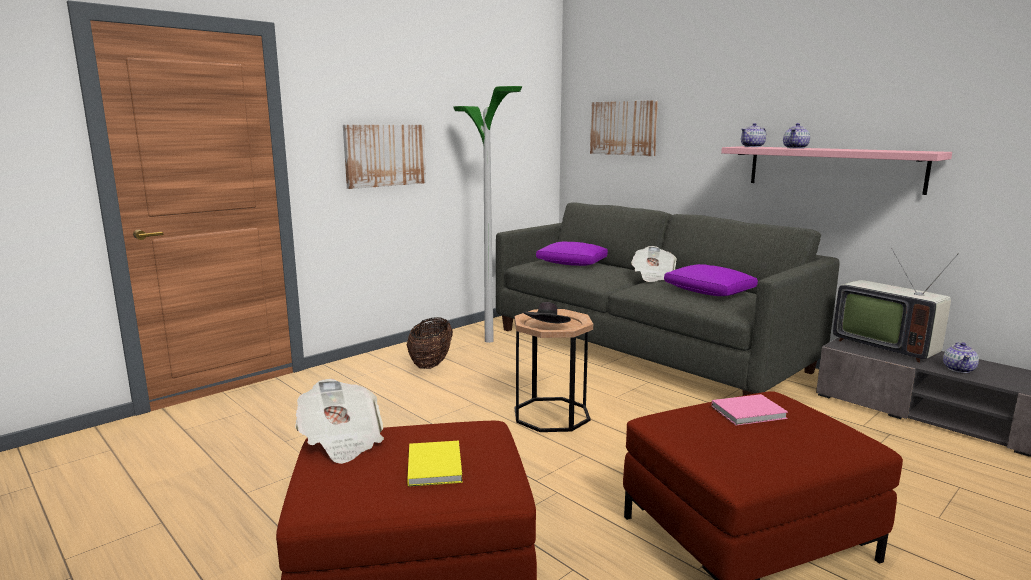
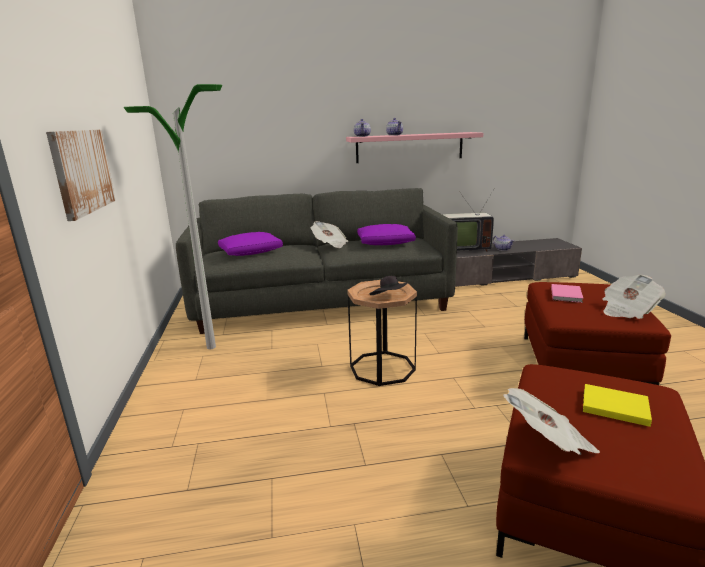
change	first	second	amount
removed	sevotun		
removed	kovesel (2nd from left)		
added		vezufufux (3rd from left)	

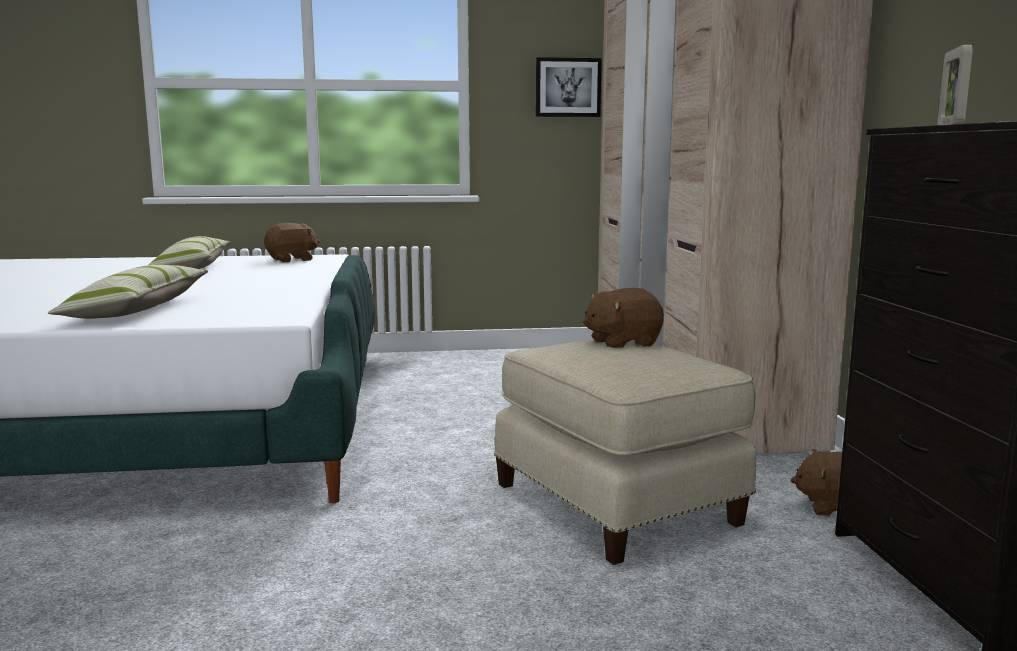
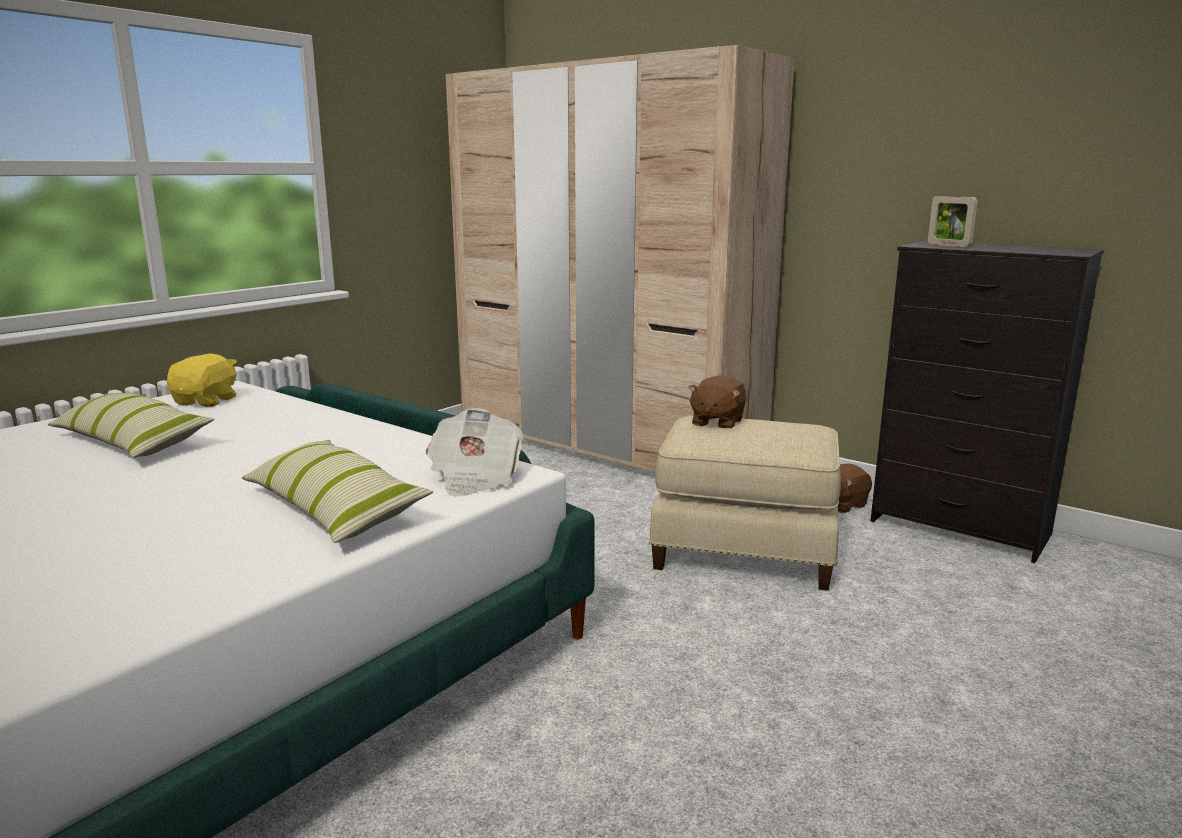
change	first	second	amount
removed	kovesel		
added		vezufufux	
recoloured	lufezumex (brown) (1st from left)	lufezumex (yellow)	

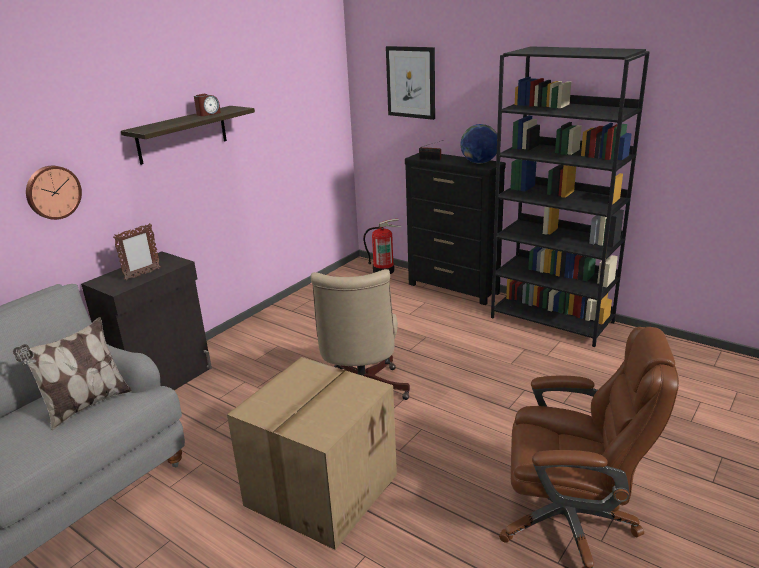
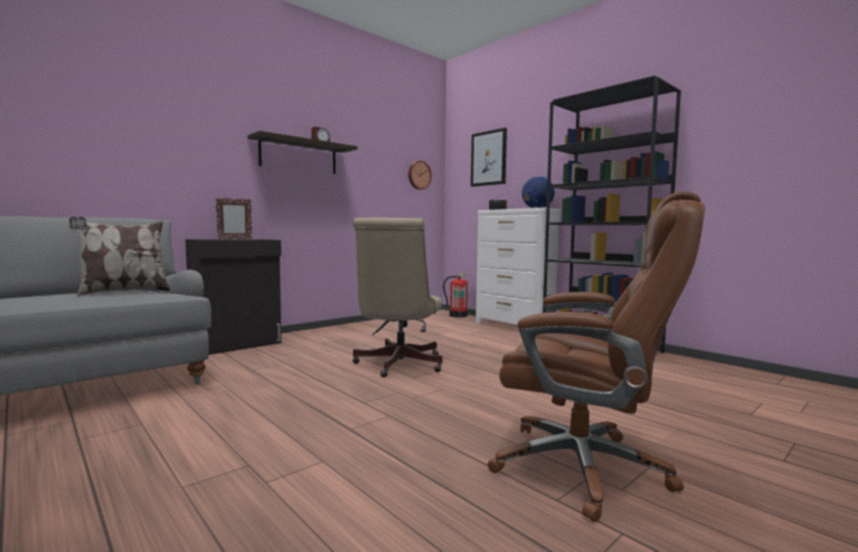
change	first	second	amount
removed	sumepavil		
moved	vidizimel		
recoloured	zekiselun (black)	zekiselun (white)	

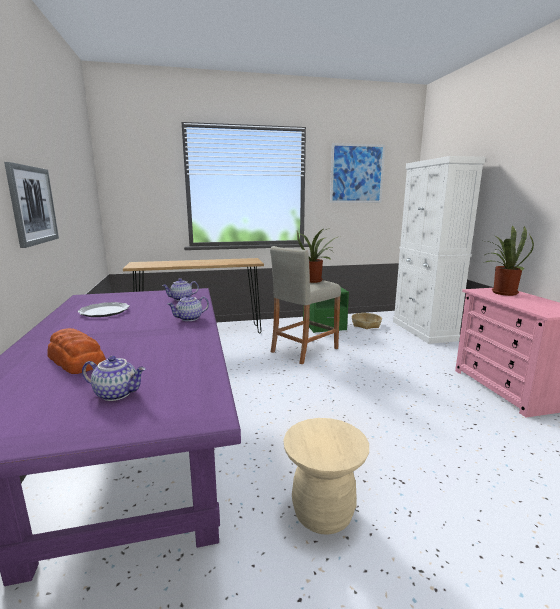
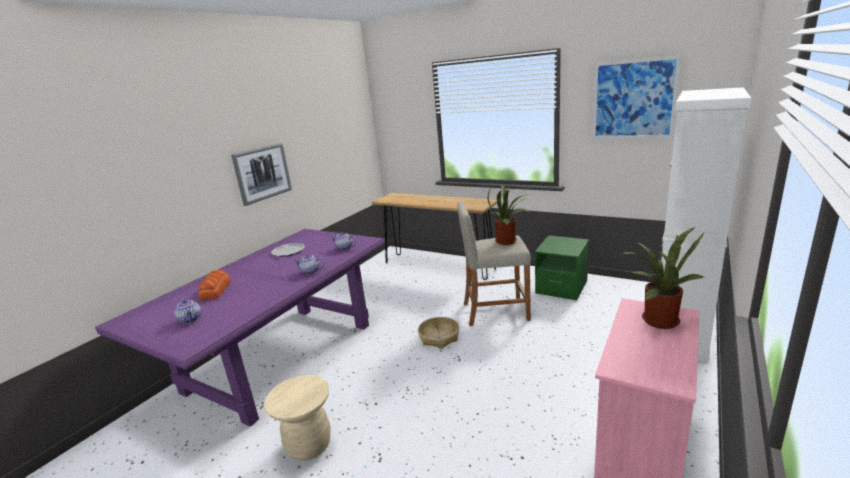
change	first	second	amount
moved	sevotun		

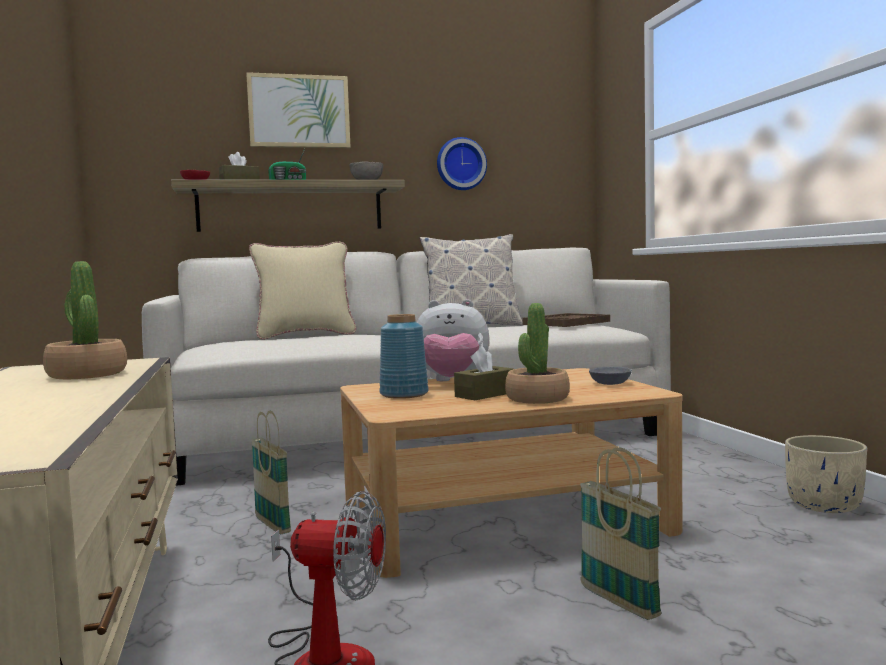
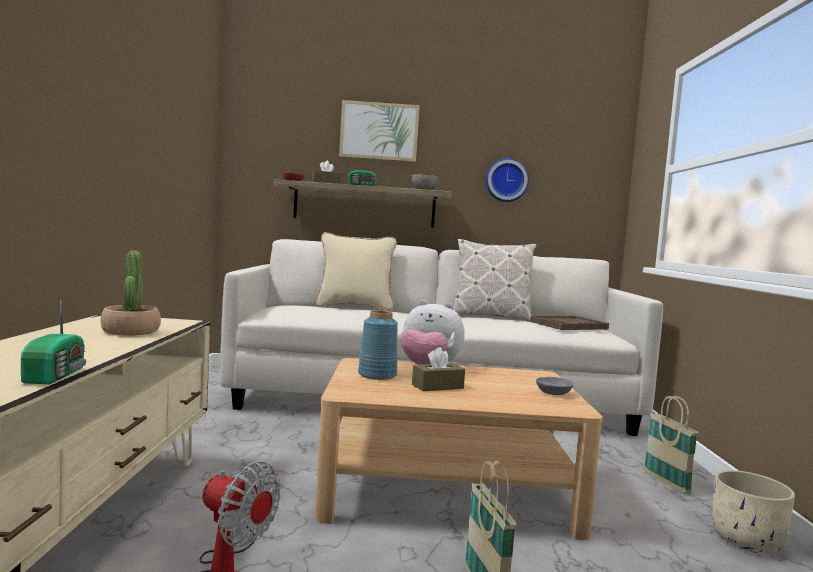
change	first	second	amount
removed	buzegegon (2nd from left)		
added		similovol (1st from left)	
moved	sevotun (1st from left in the first image)	sevotun (2nd from left)	

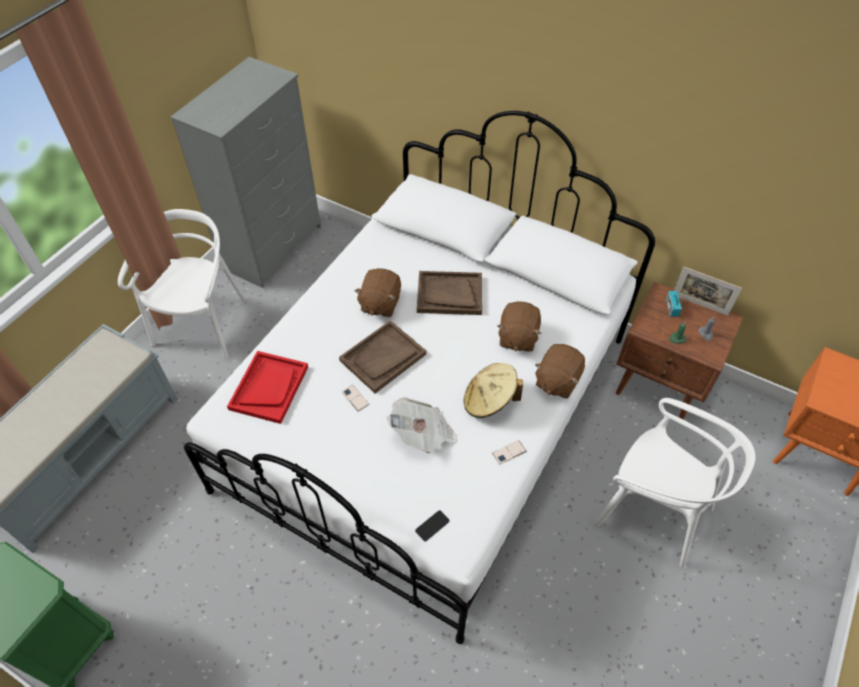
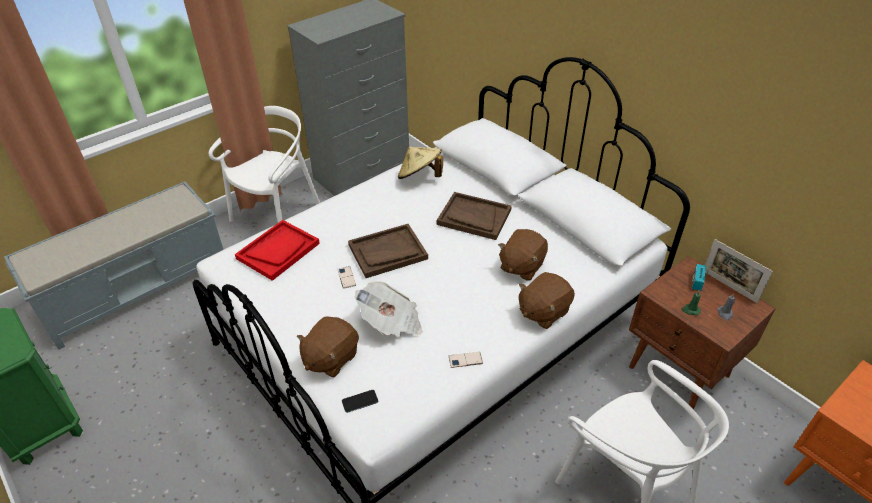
change	first	second	amount
moved	lufezumex (brown) (1st from left)		
moved	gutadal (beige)		

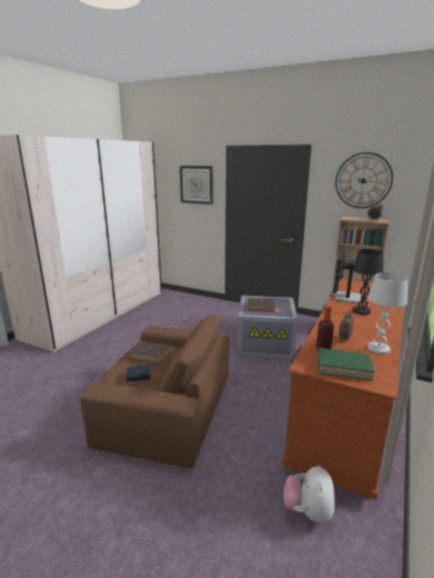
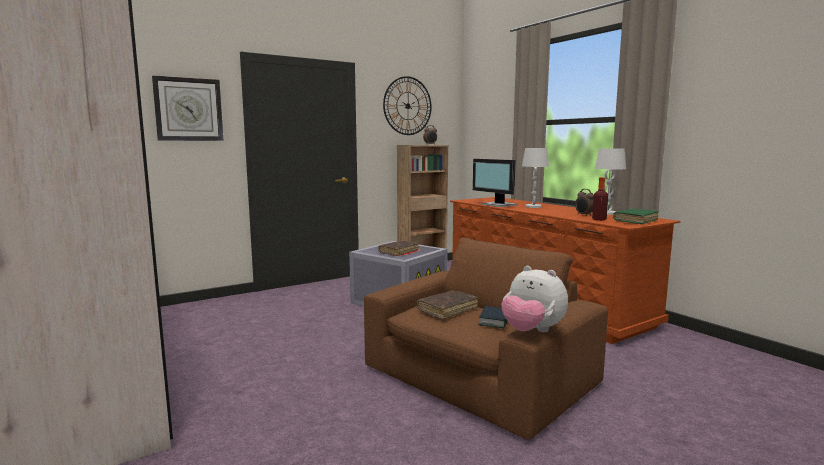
change	first	second	amount
moved	lufezumex		
recoloured	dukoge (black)	dukoge (white) (1st from left)	

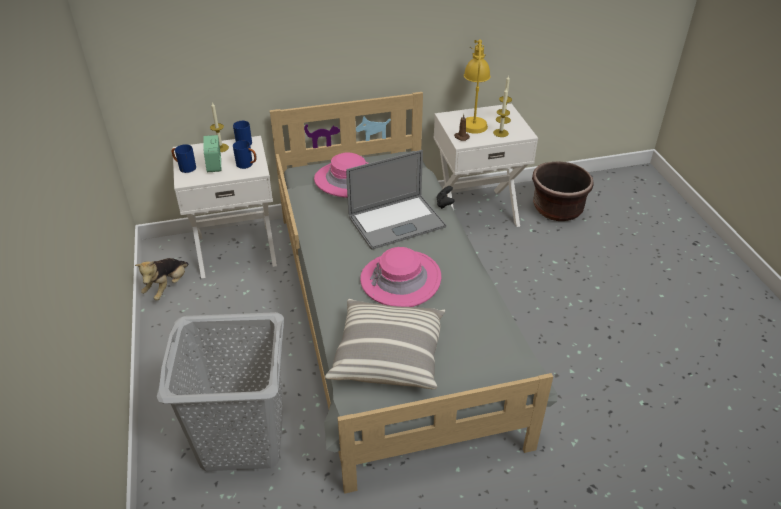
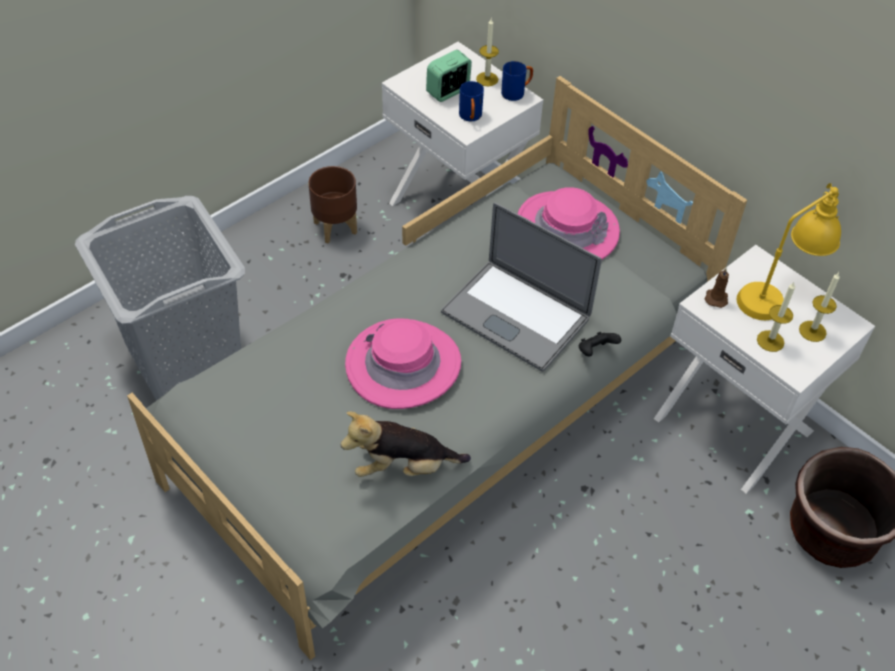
change	first	second	amount
removed	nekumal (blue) (1st from left)		
removed	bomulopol		
added		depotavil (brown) (1st from left)	
moved	lufezumex		

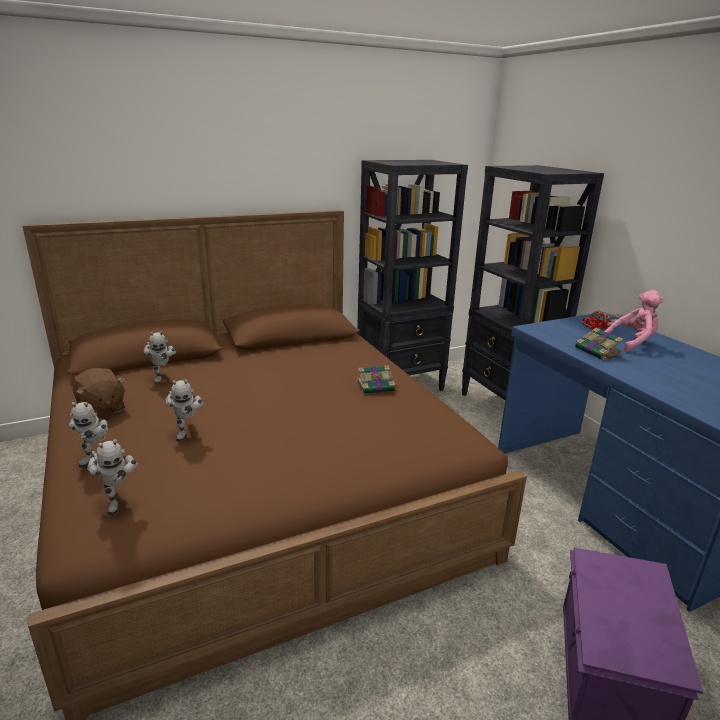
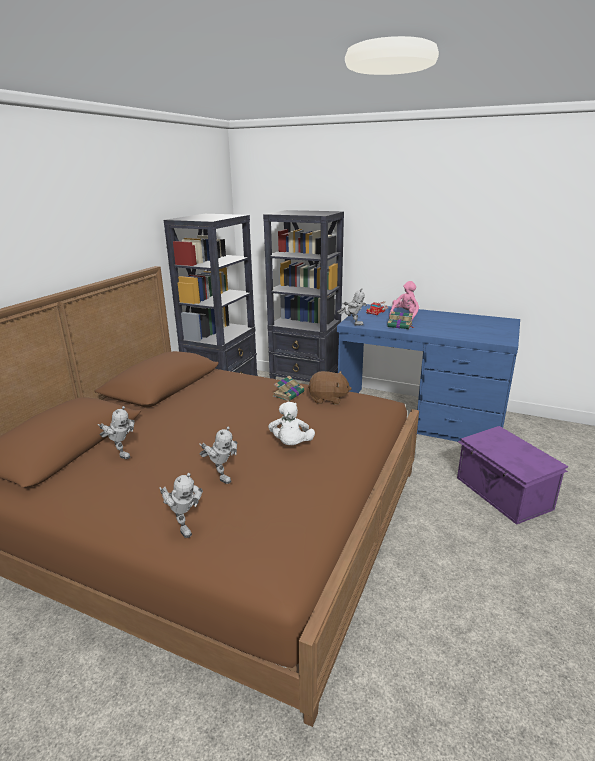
change	first	second	amount
added		lufezumex (white)	
moved	lufezumex (brown)		
moved	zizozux (2nd from left in the first image)	zizozux (4th from left)	

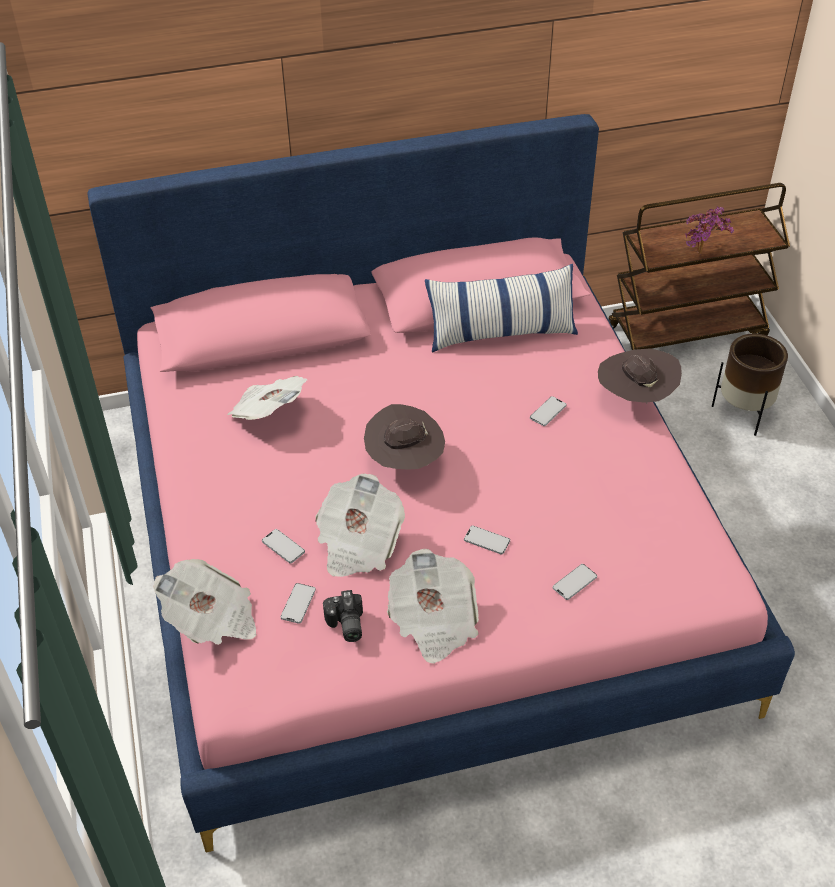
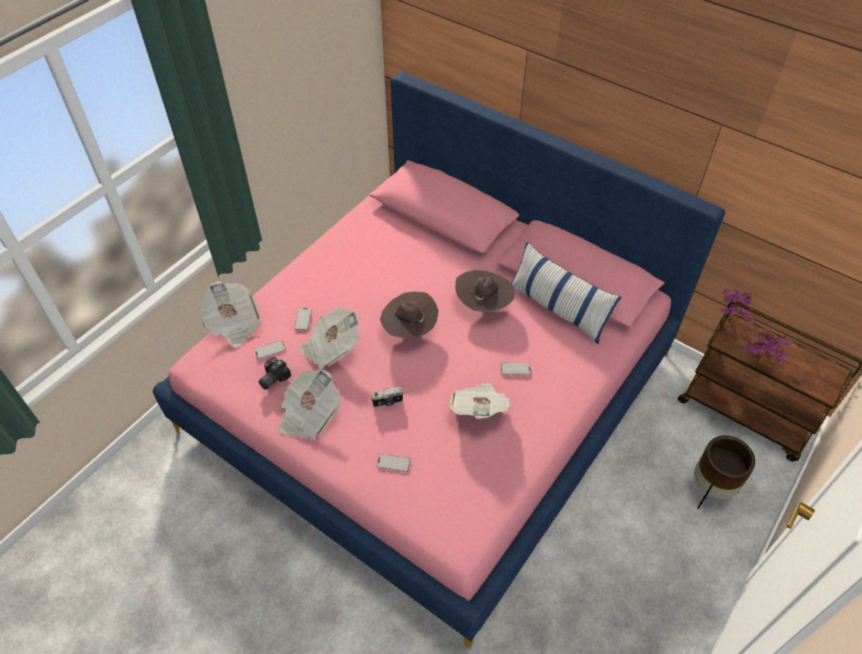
change	first	second	amount
added		buzegegon (1st from left)	
moved	vezufufux (2nd from left in the first image)	vezufufux (4th from left)	
moved	gutadal (brown) (2nd from left)		
replaced	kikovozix (3rd from left)	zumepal (2nd from left)	

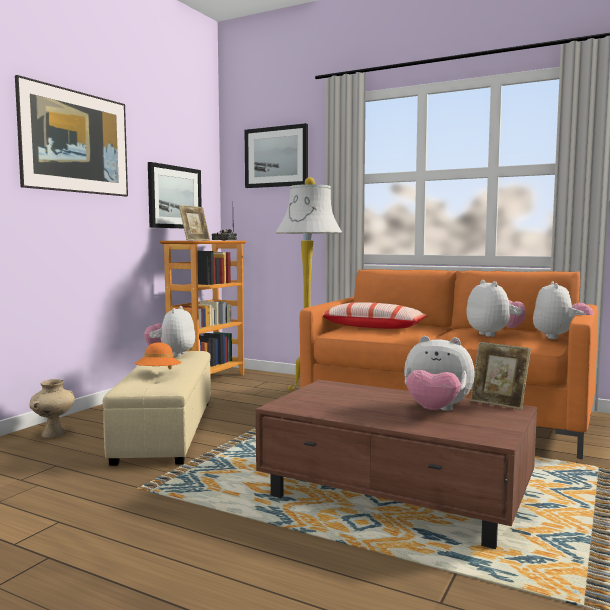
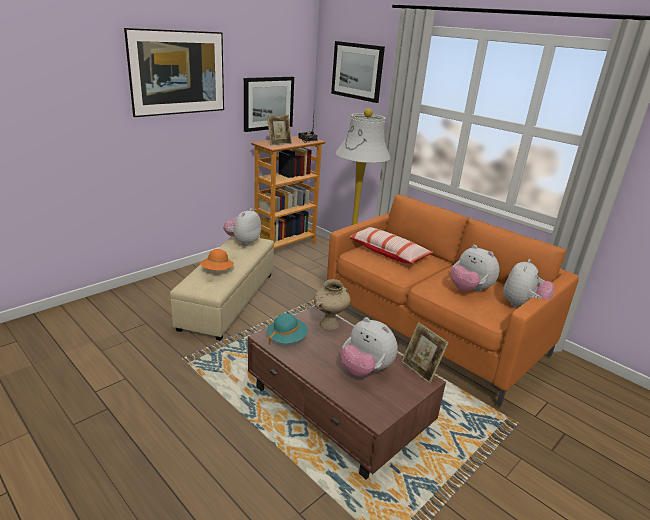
change	first	second	amount
added		gutadal (turquoise)	
moved	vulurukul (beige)		
turned	lufezumex (3rd from left)		135 degrees clockwise

